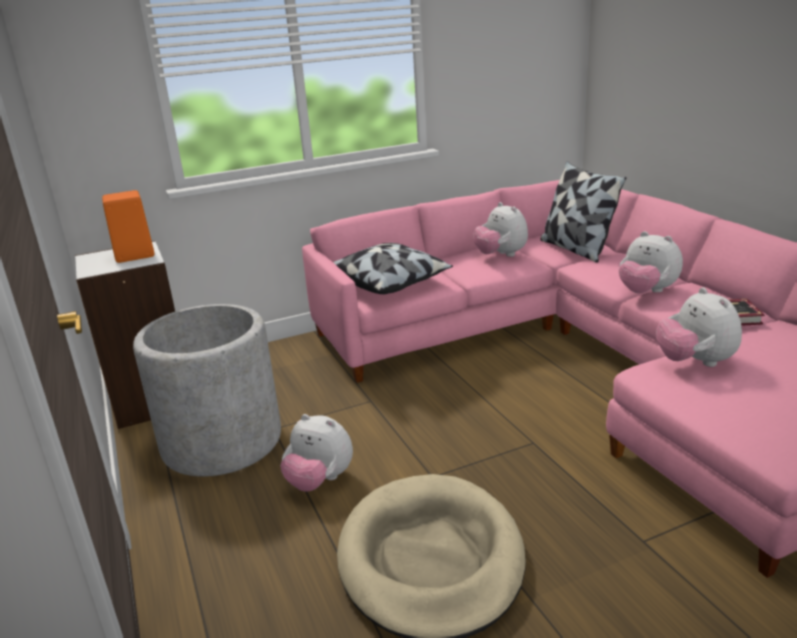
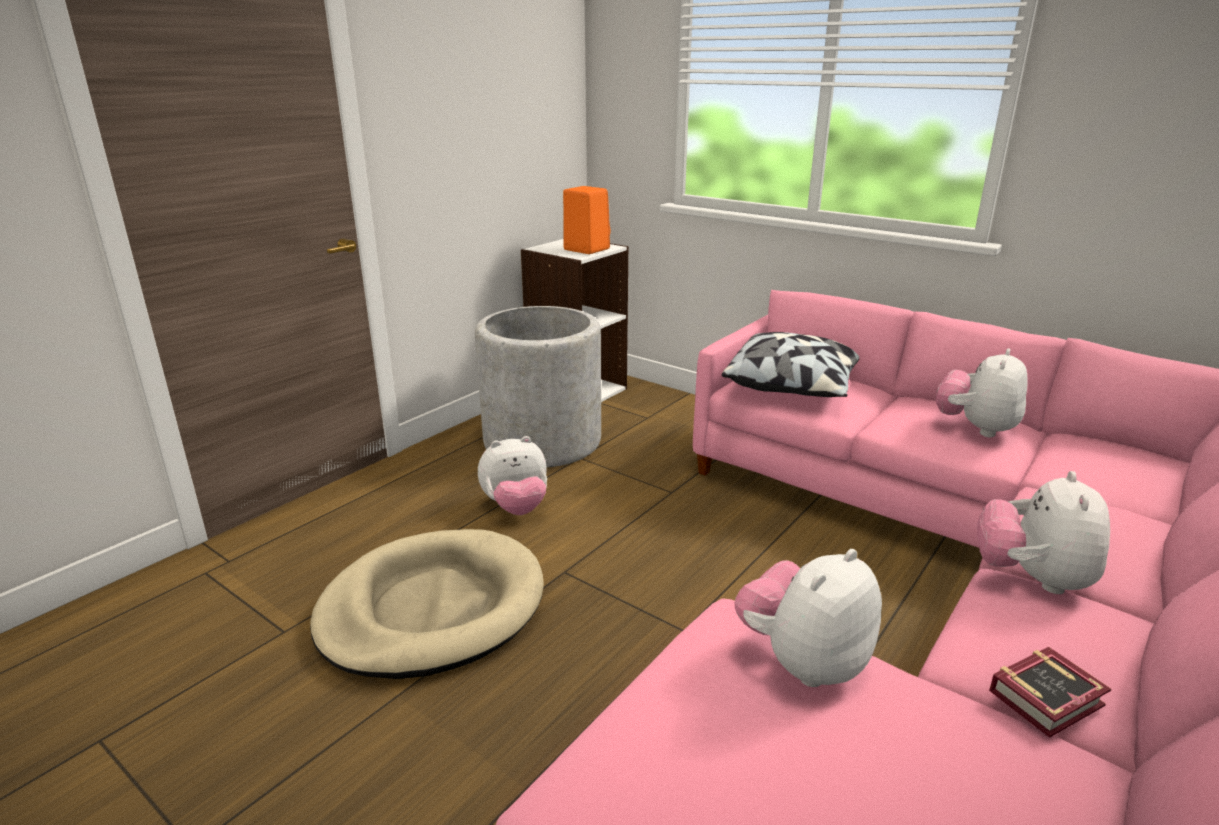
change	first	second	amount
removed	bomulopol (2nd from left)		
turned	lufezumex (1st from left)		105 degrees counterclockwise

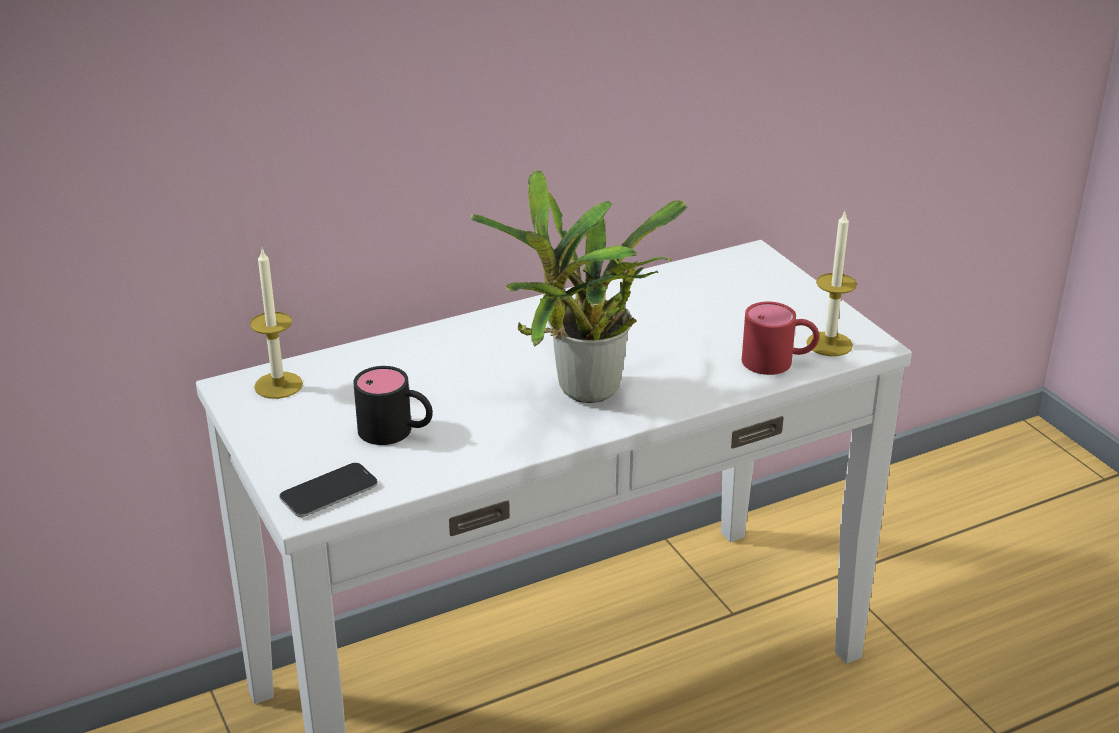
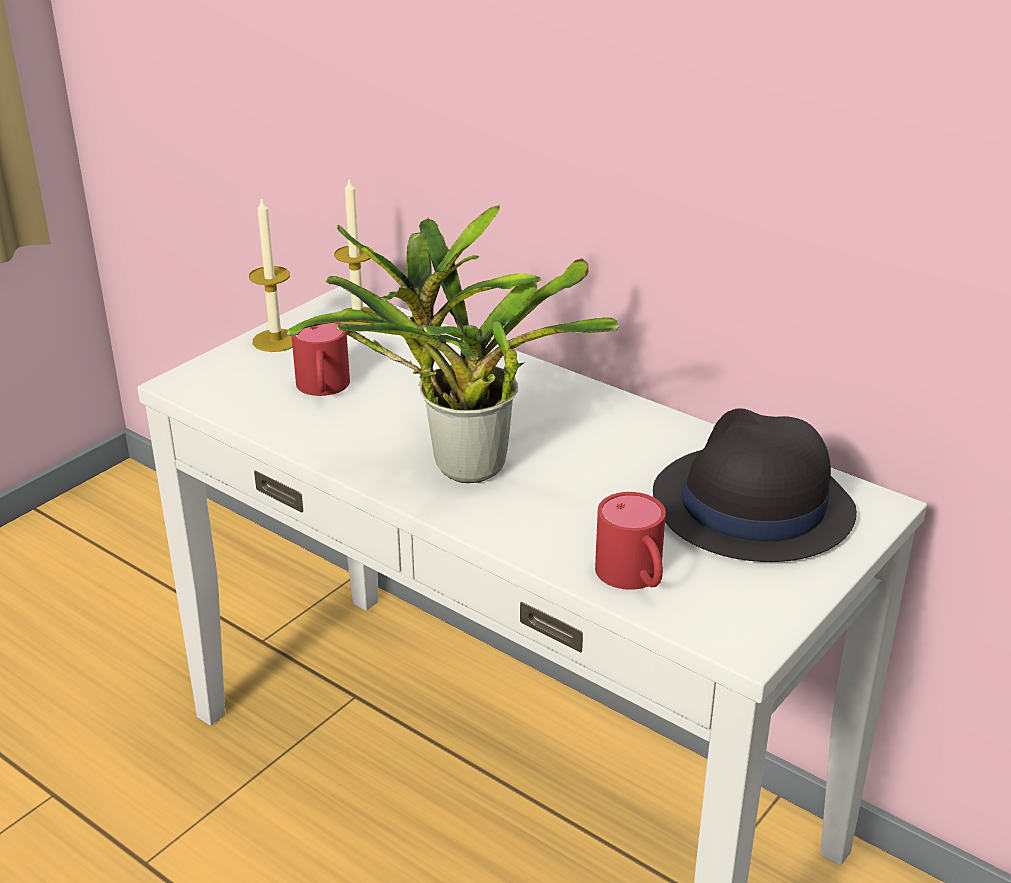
change	first	second	amount
removed	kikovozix		
added		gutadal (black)	
moved	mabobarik (2nd from left in the first image)	mabobarik (1st from left)	
recoloured	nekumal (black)	nekumal (red) (1st from left)	

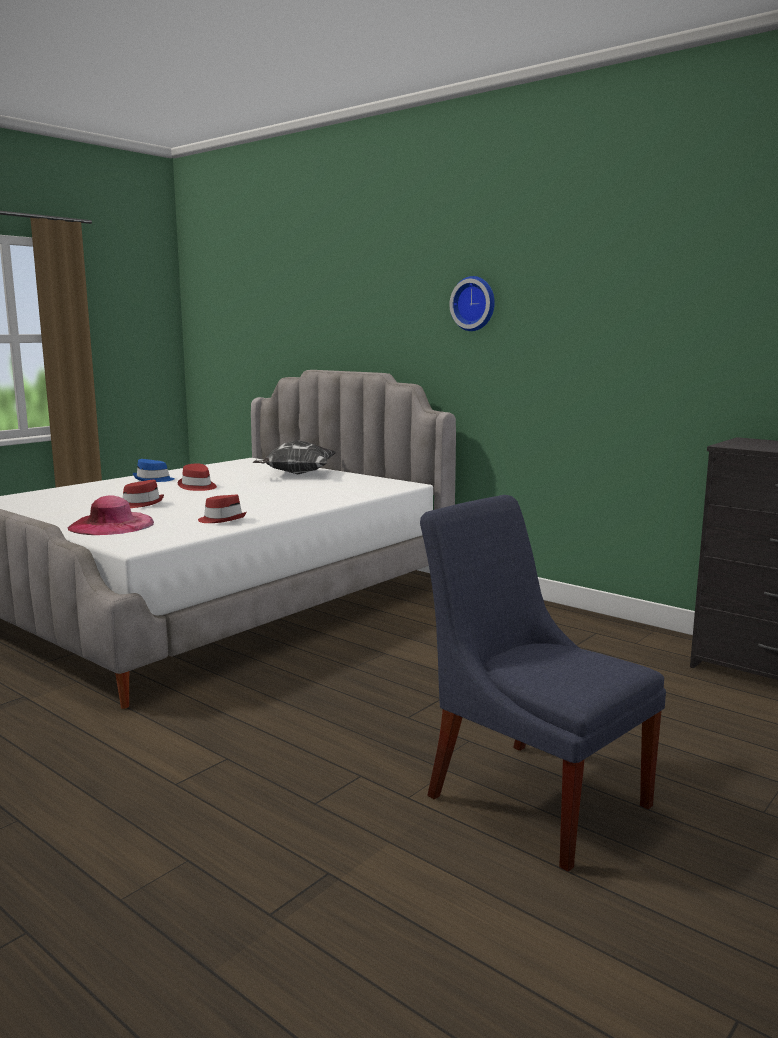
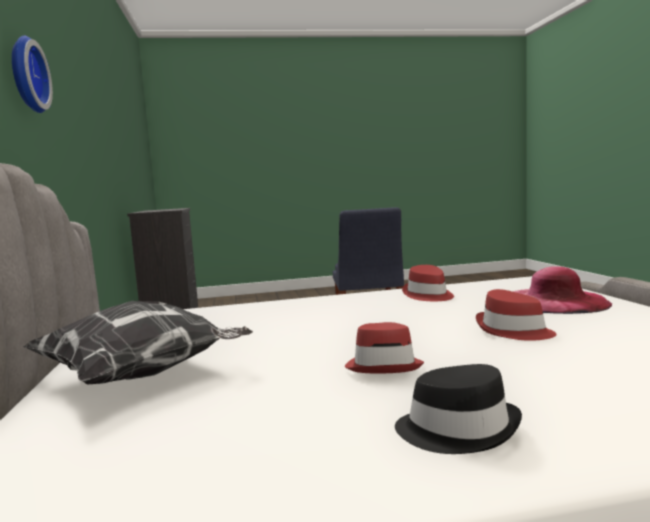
change	first	second	amount
recoloured	gutadal (blue)	gutadal (black)	

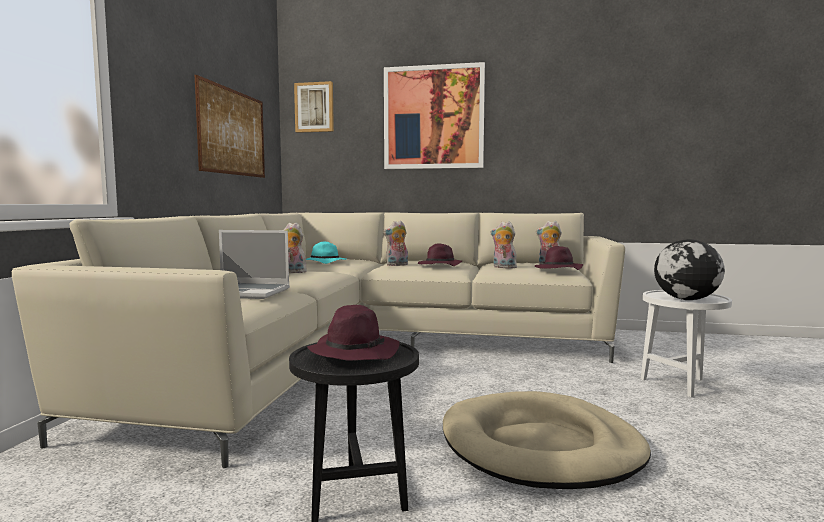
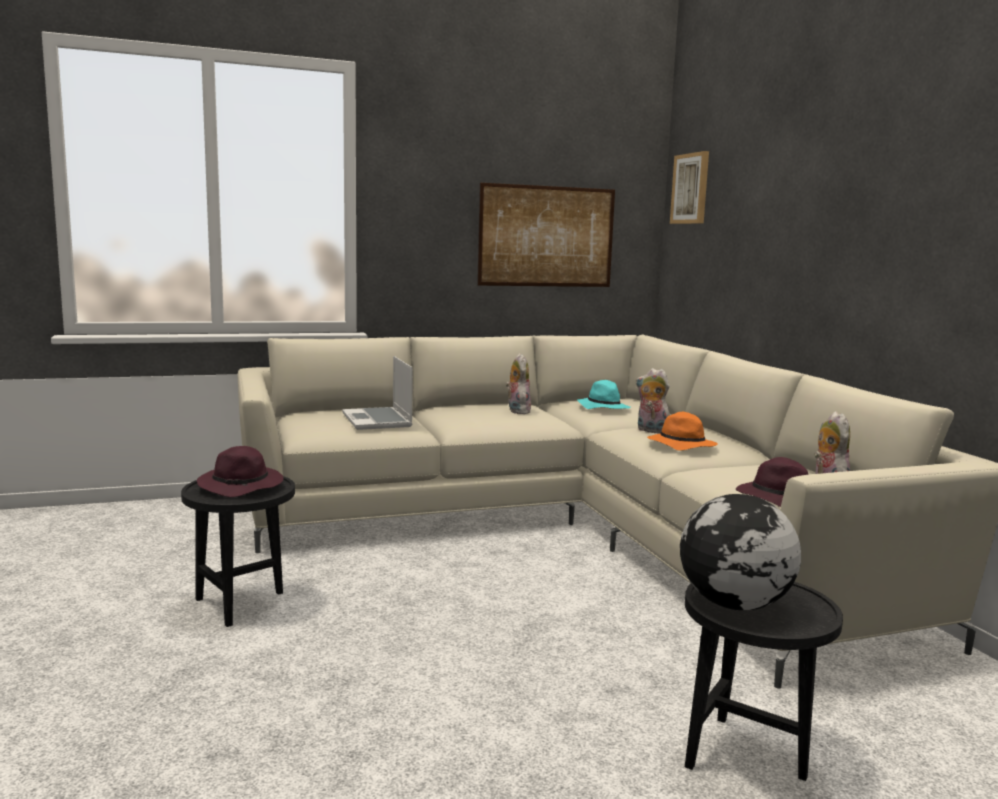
change	first	second	amount
removed	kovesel (3rd from left)		
removed	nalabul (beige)		
removed	lufezumex (3rd from left)		
recoloured	gutadal (purple) (2nd from left)	gutadal (orange)	
recoloured	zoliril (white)	zoliril (black) (2nd from left)	

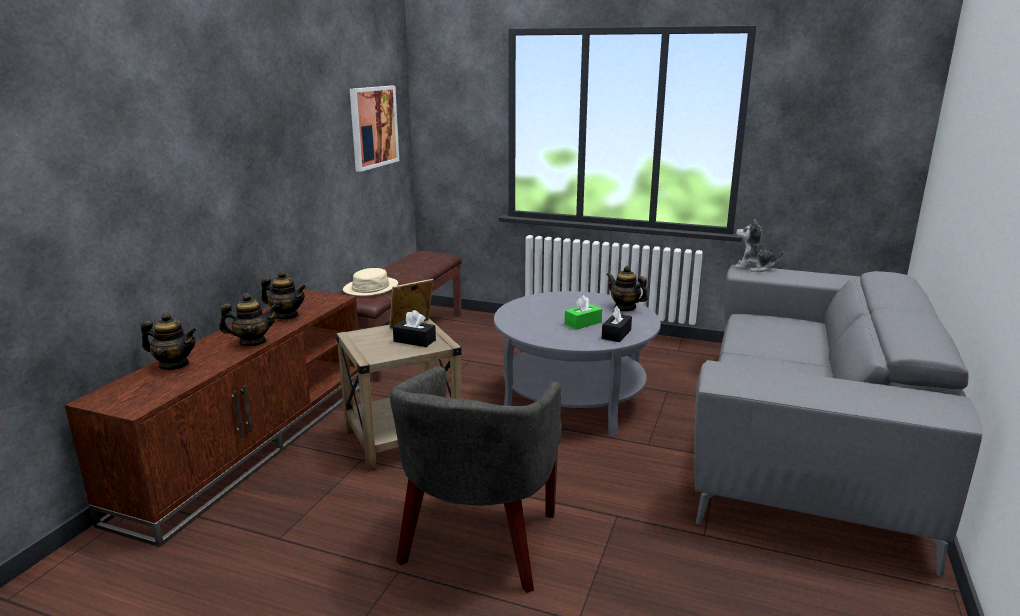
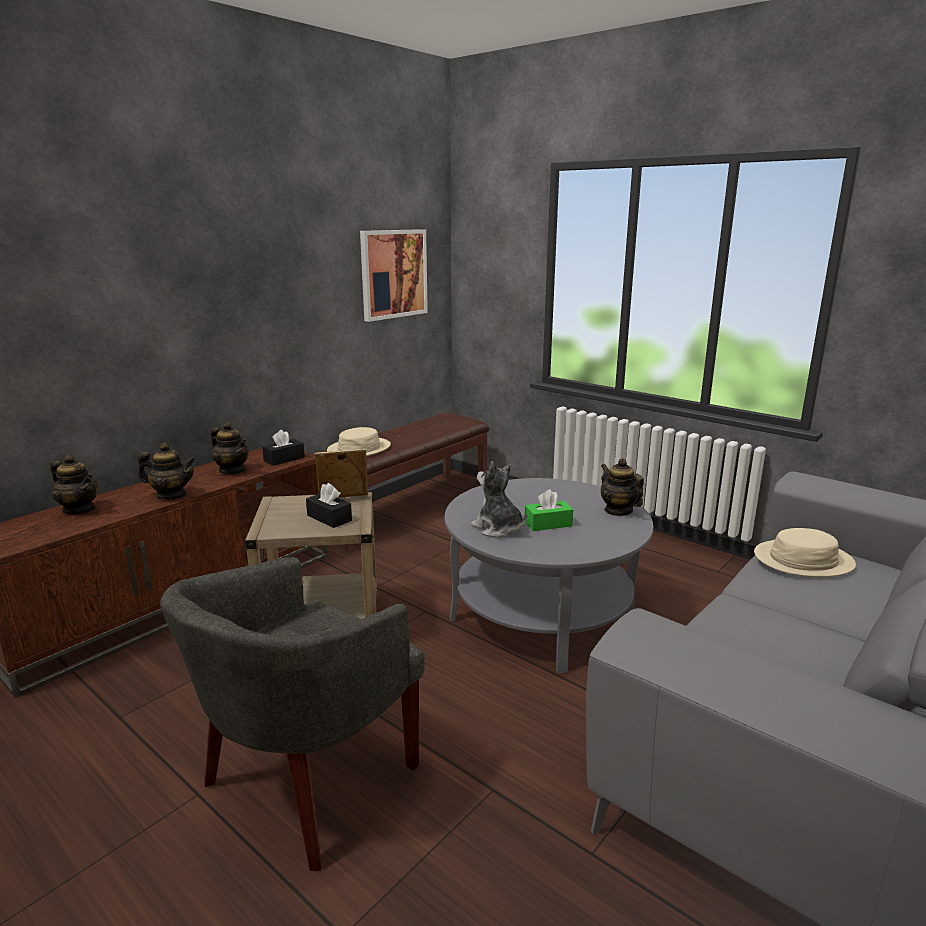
change	first	second	amount
added		gutadal (beige) (2nd from left)	
moved	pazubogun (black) (2nd from left in the first image)	pazubogun (black) (1st from left)	
moved	lufezumex		

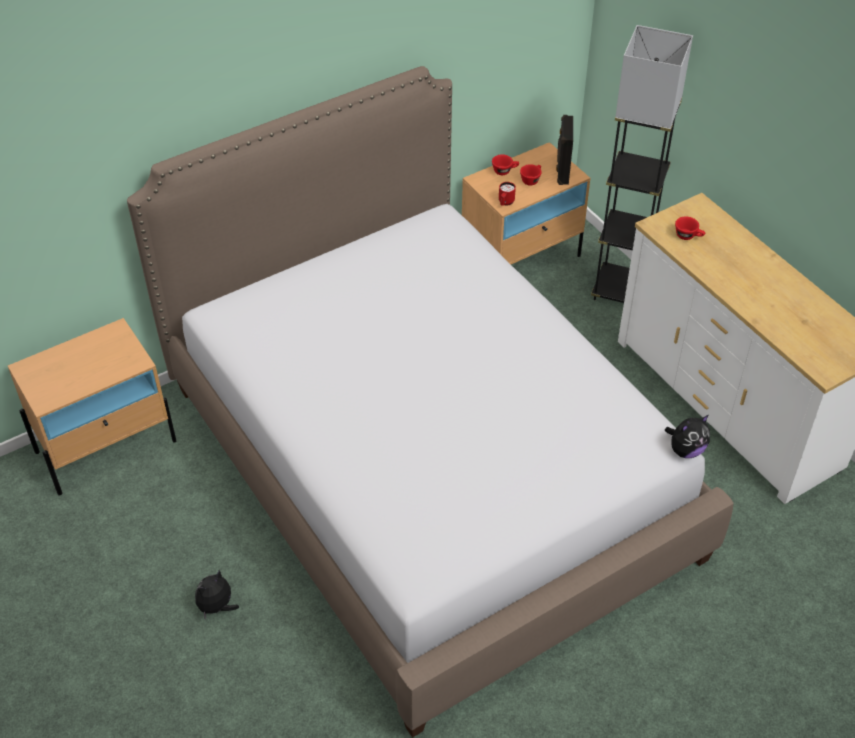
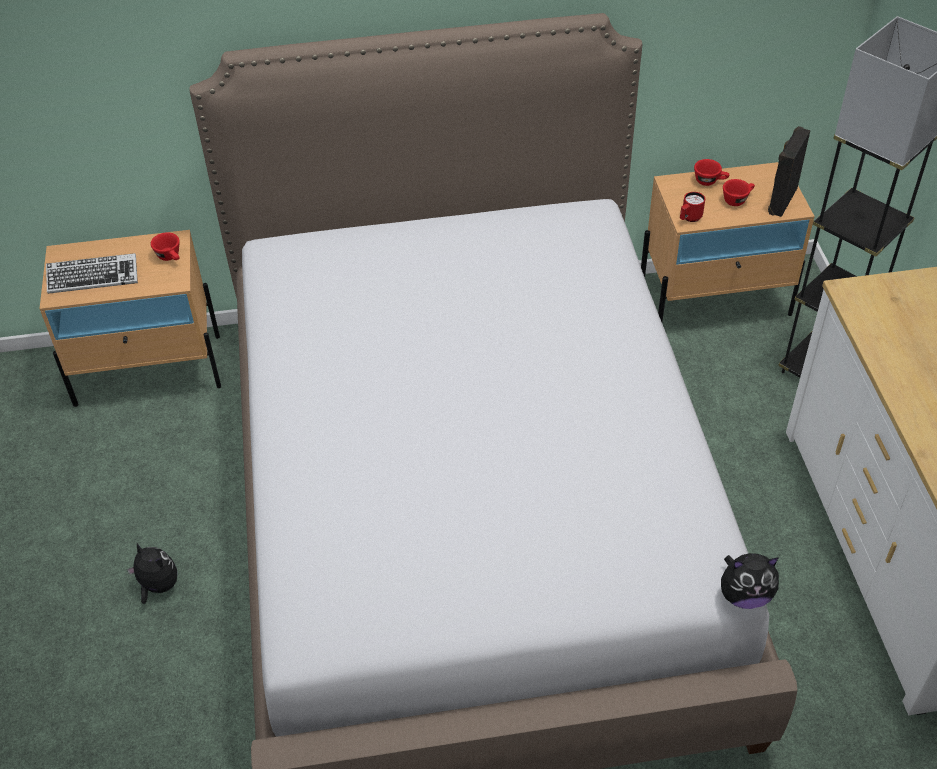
change	first	second	amount
added		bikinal	
moved	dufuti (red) (3rd from left in the first image)	dufuti (red) (1st from left)	
turned	lufezumex (1st from left)		60 degrees clockwise

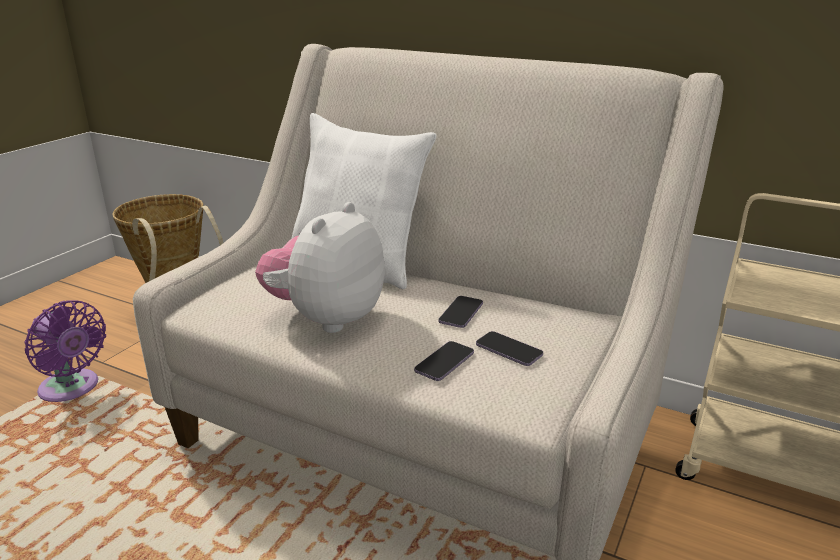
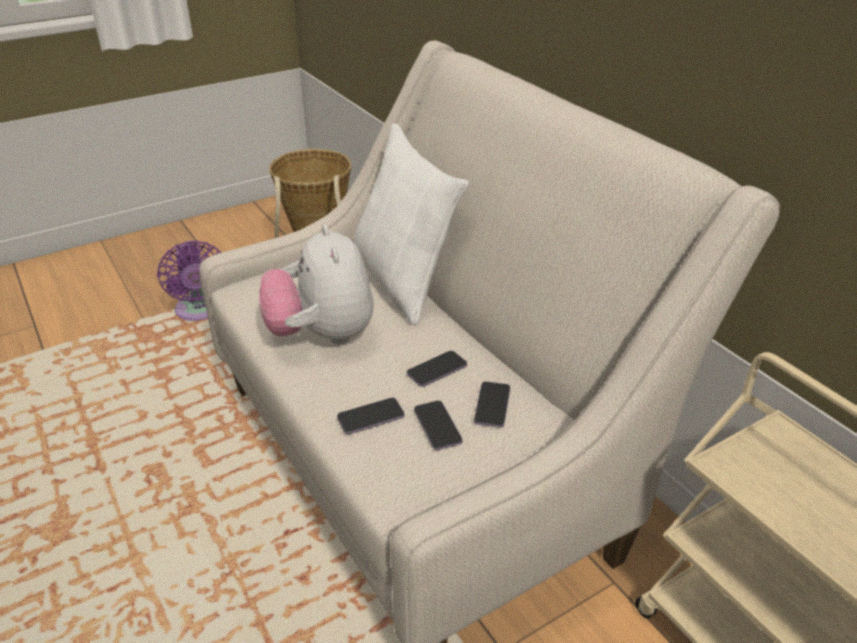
change	first	second	amount
added		kikovozix (4th from left)	
turned	lufezumex		75 degrees counterclockwise

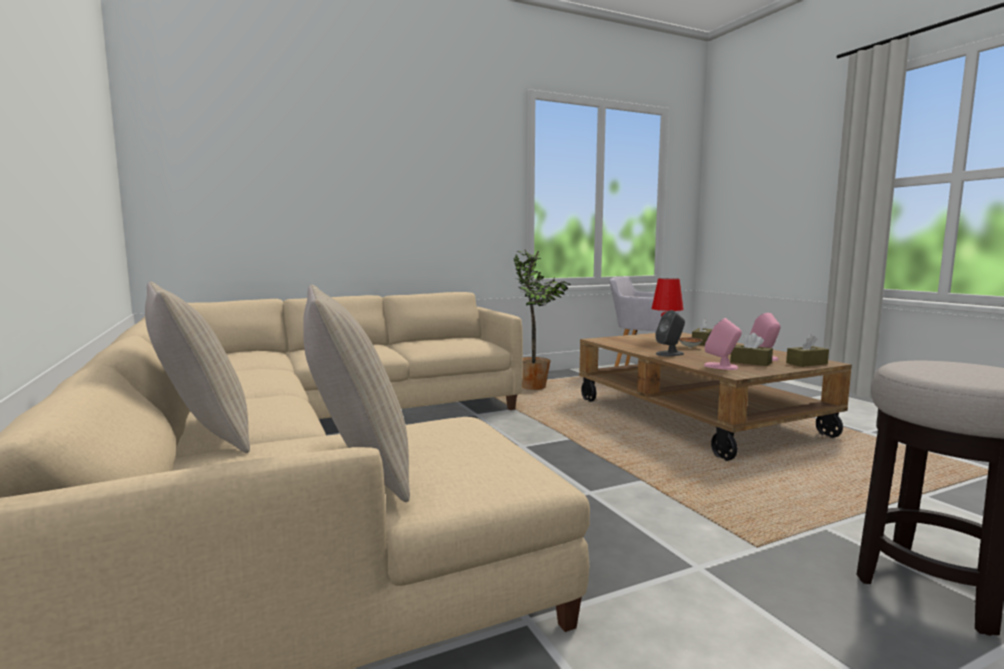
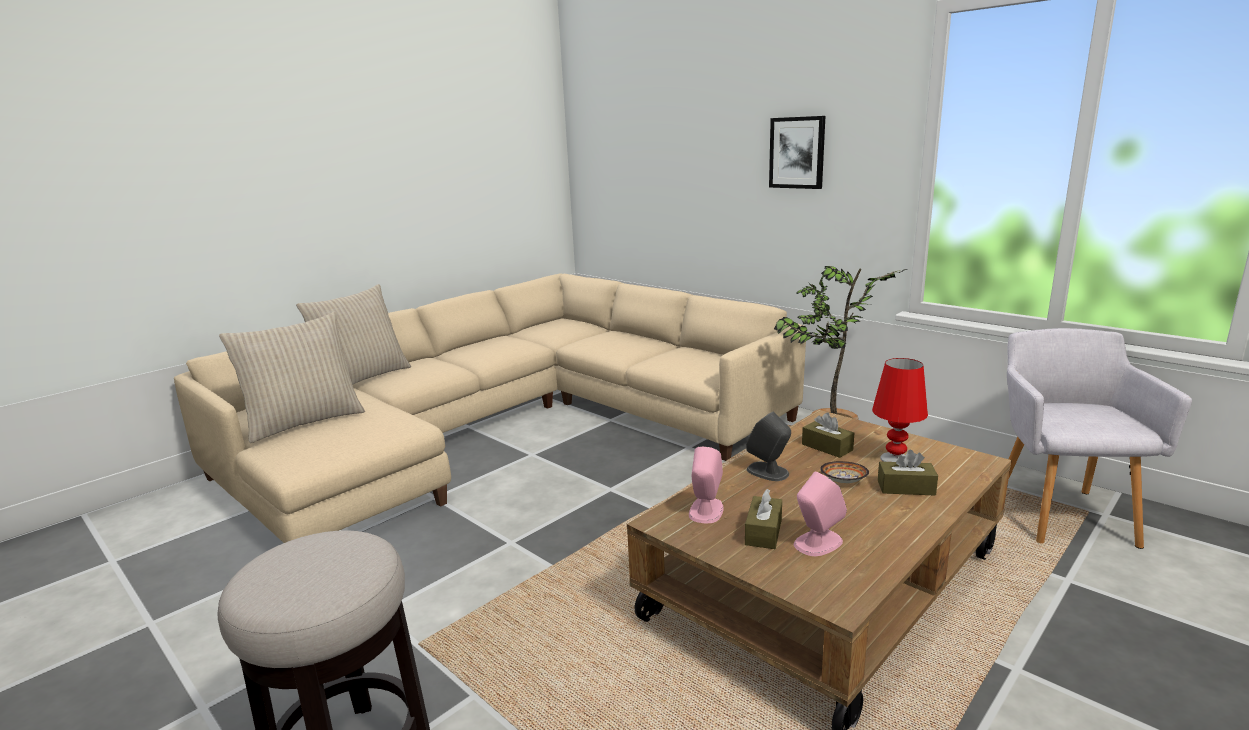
change	first	second	amount
added		kovesel	
moved	pazubogun (brown) (3rd from left in the first image)	pazubogun (brown) (2nd from left)	

